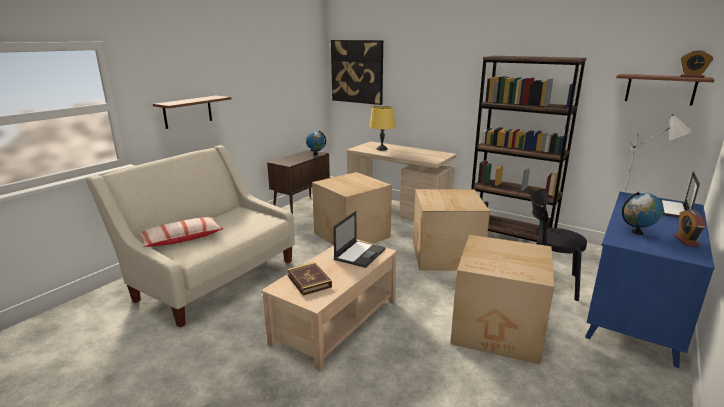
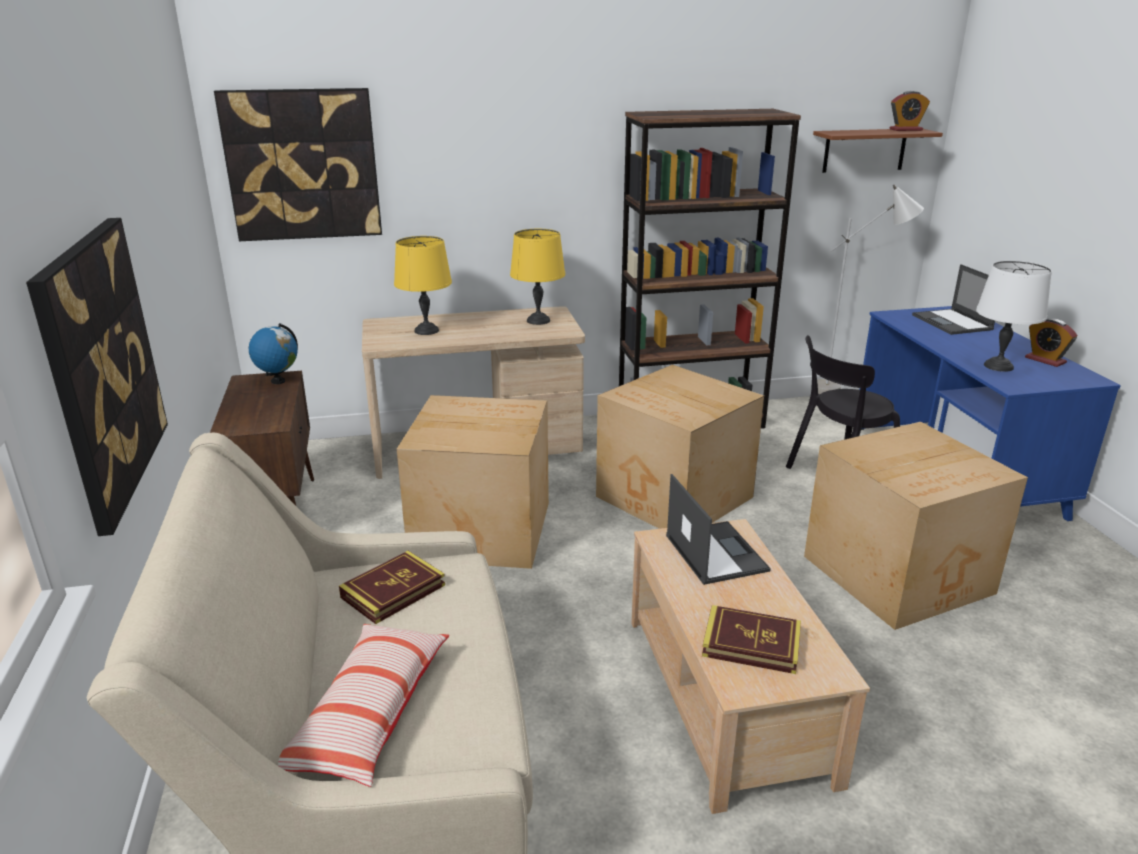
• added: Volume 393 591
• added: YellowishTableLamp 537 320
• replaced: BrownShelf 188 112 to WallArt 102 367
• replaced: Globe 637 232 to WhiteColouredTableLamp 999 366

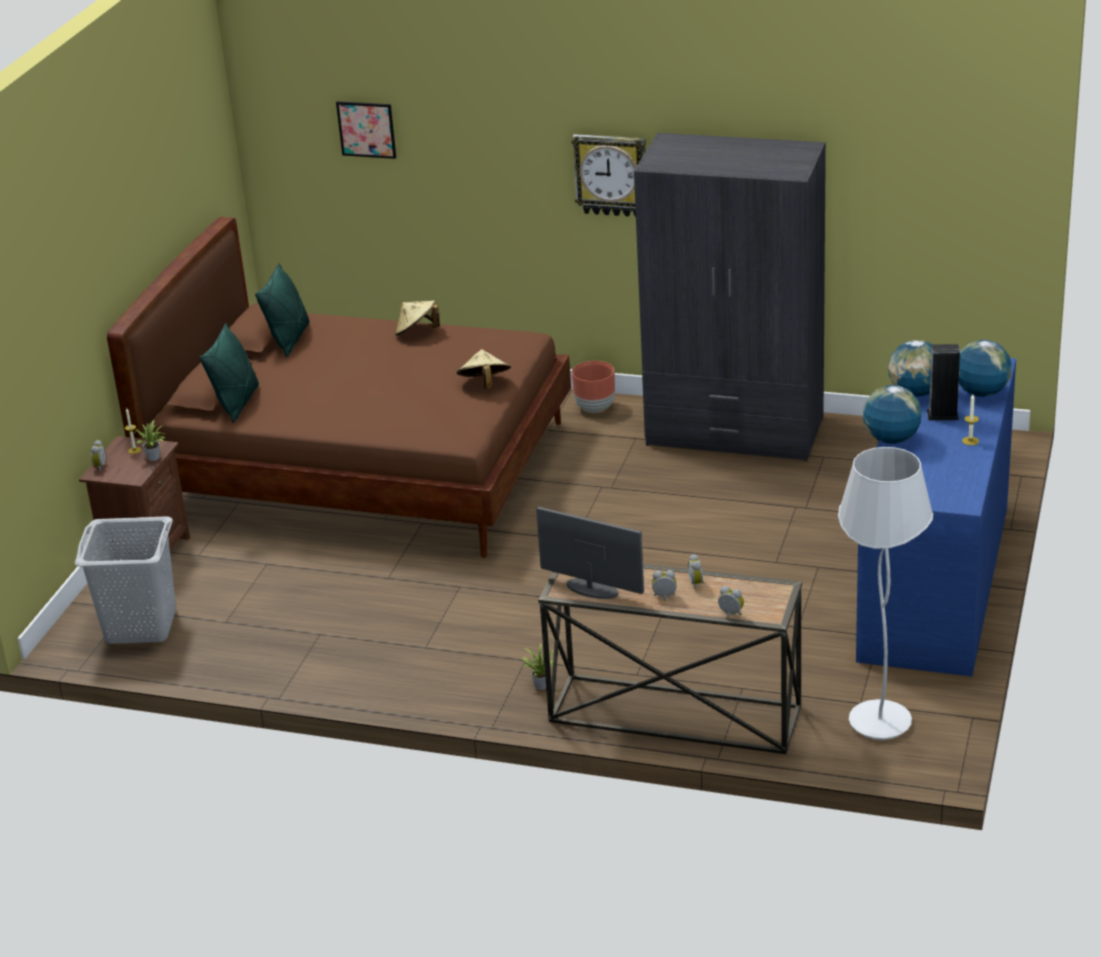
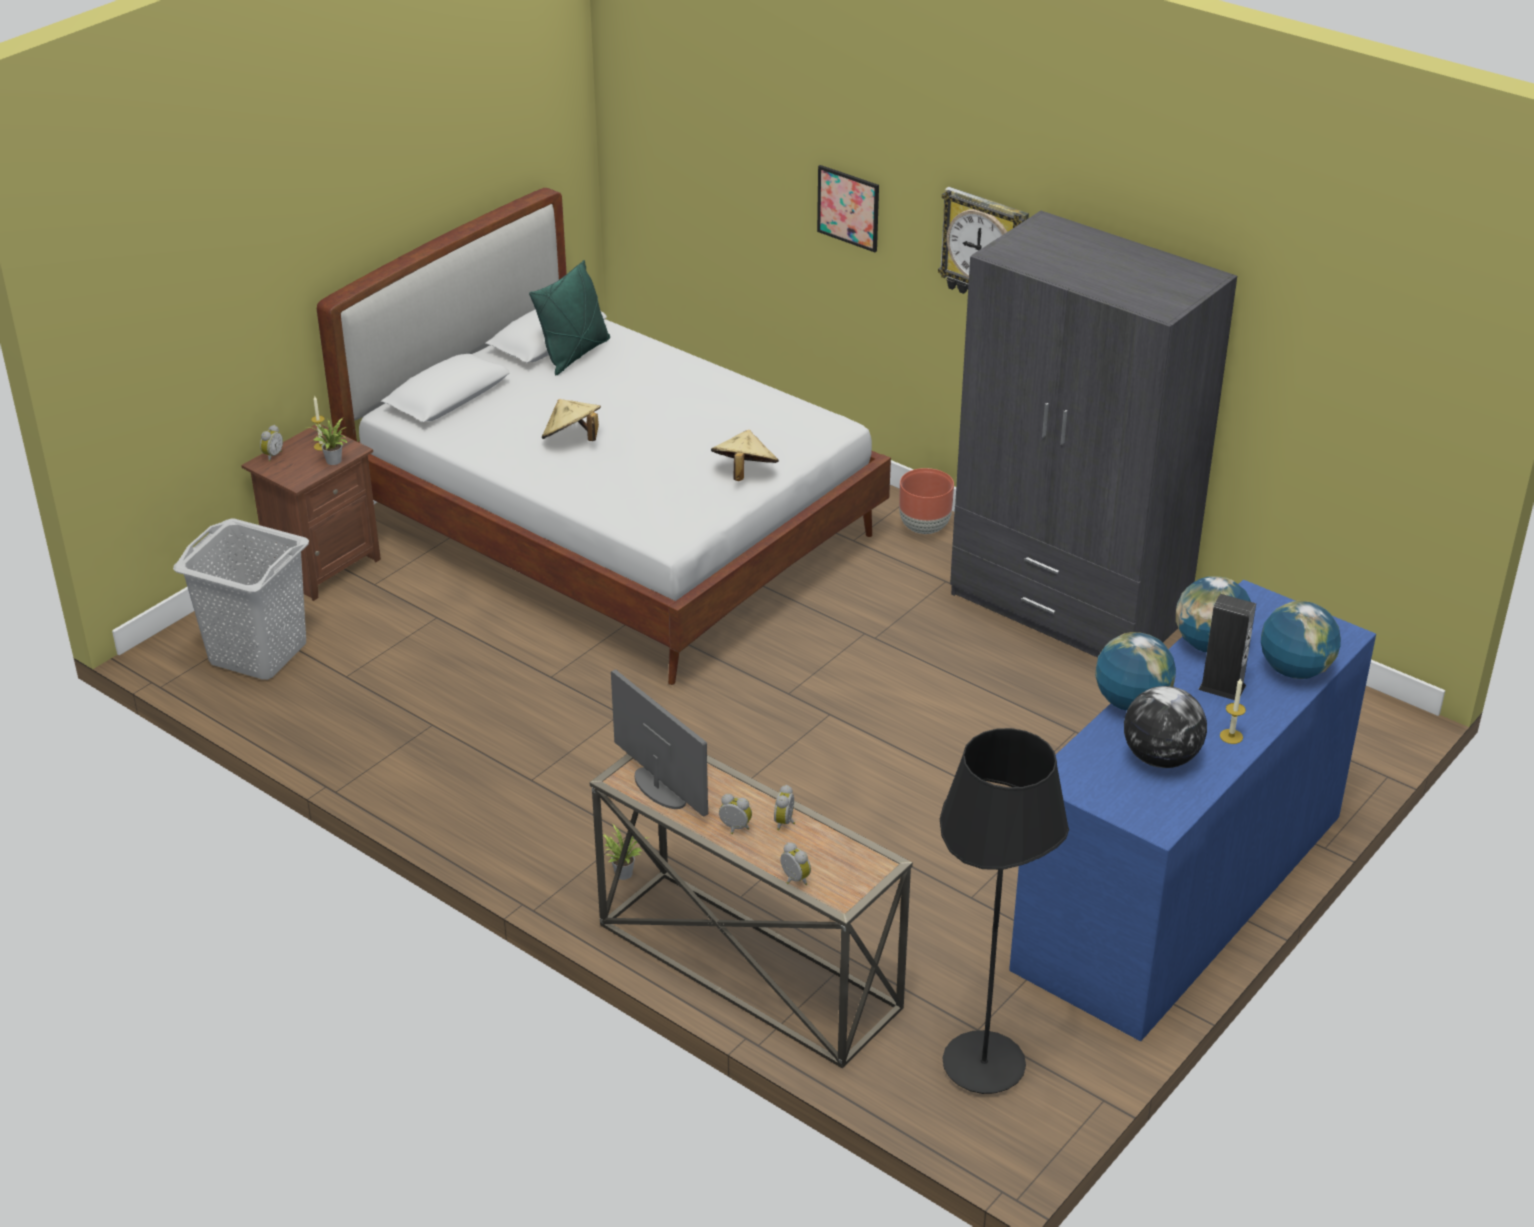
• removed: GreenishPillow 237 403
• added: Globe 1160 758
• moved: WallArt 366 129 to 848 208
• moved: SandColouredWearableHat 417 332 to 572 440
• recoloured: BrownBed 363 470 to WhiteColouredBed 615 531
• recoloured: WhiteColouredFloorLamp 879 723 to BlackFloorLamp 983 1066

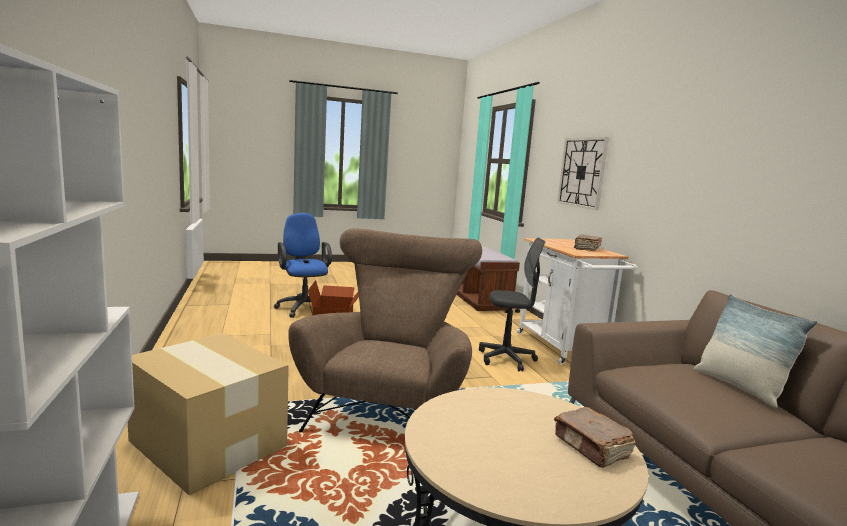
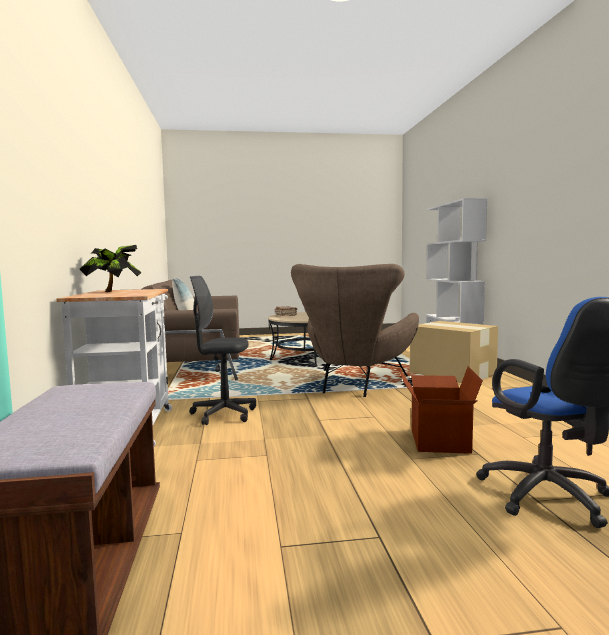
• removed: HangingClock 582 172
• replaced: BrownVolume 586 248 to Houseplant 113 291

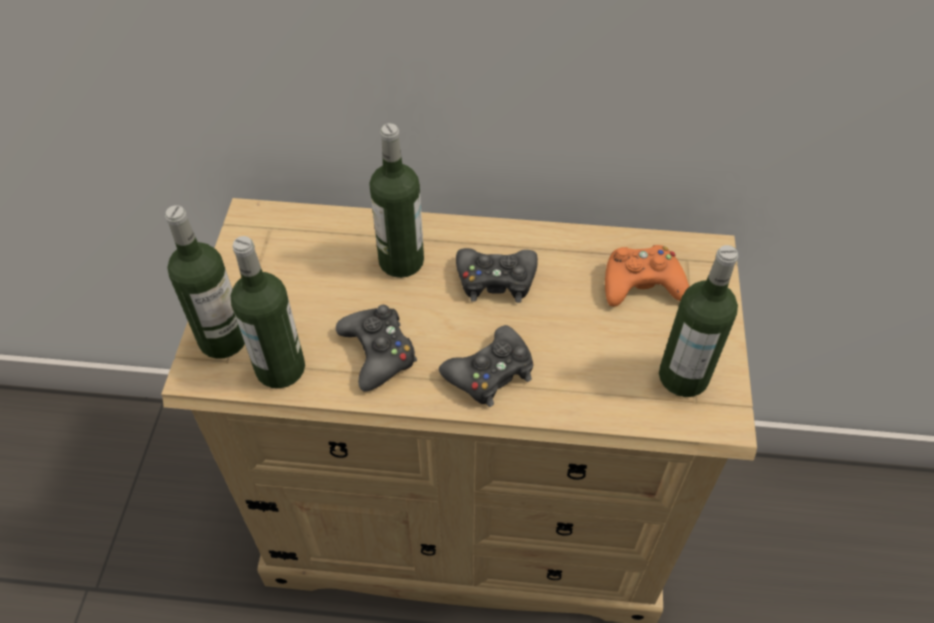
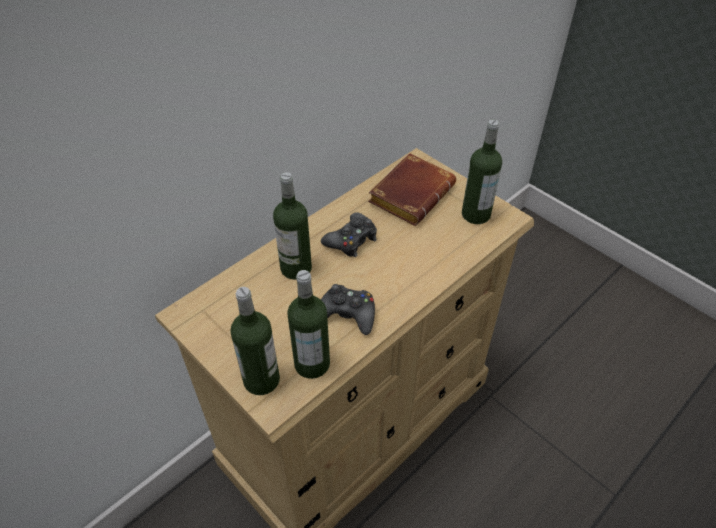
• removed: BlackJoypad 490 373
• replaced: OrangeyJoypad 641 284 to BrownVolume 411 193

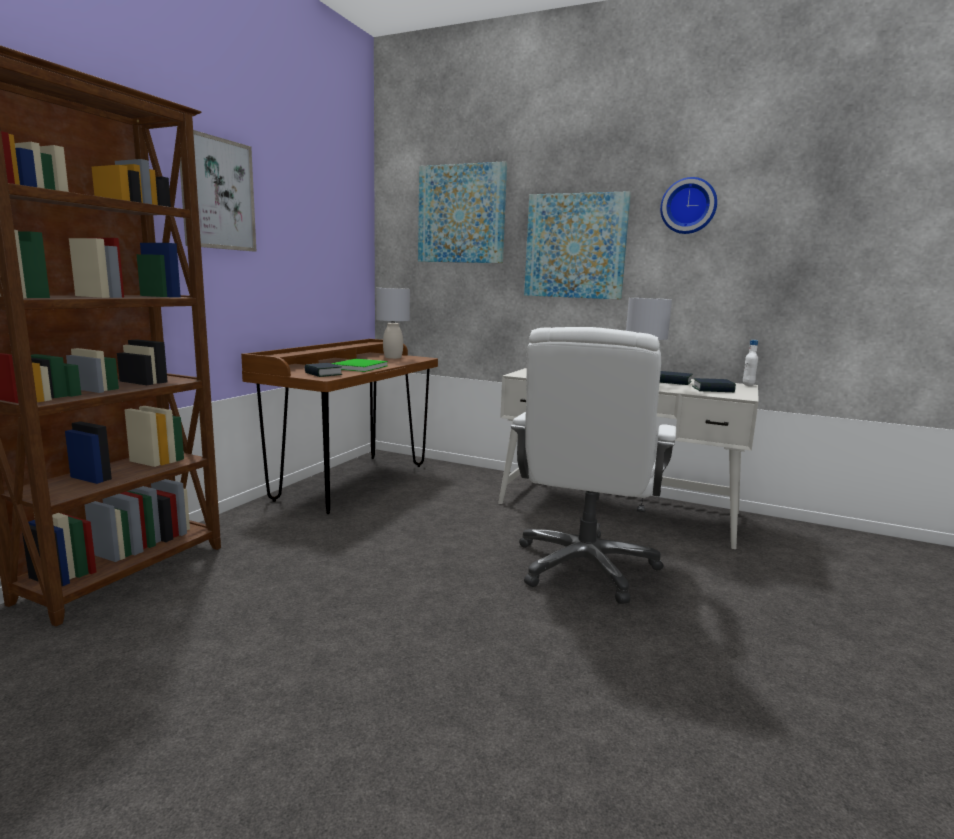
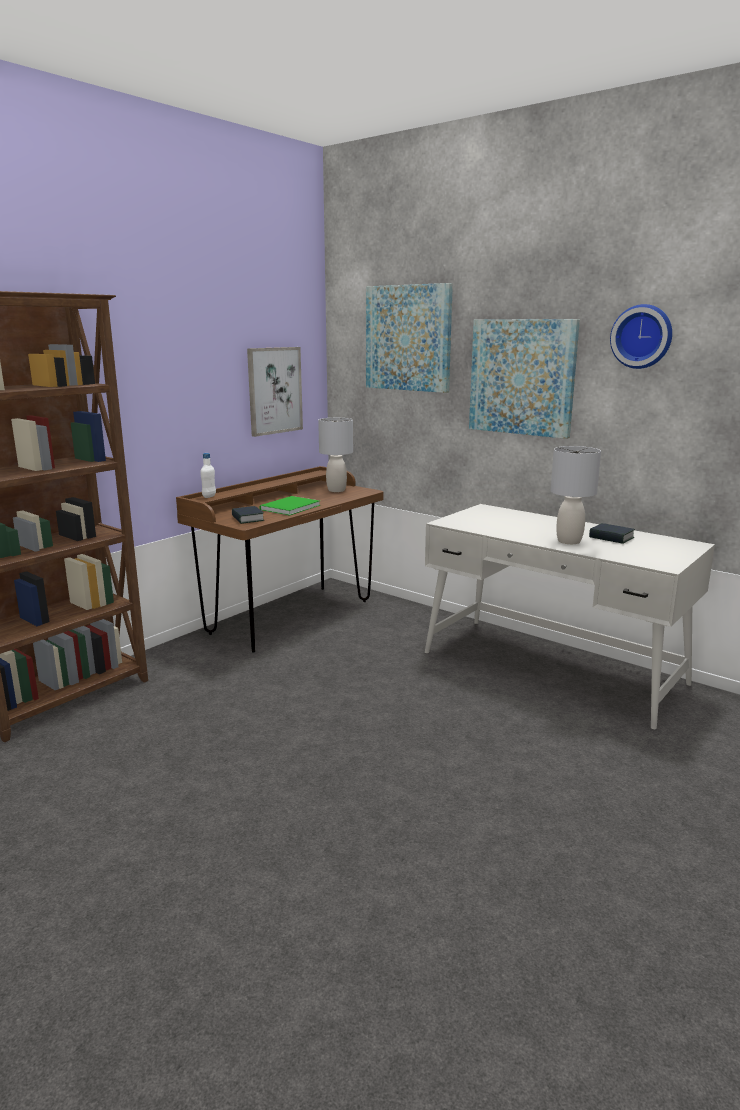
• removed: WhiteColouredComputerChair 585 567
• removed: Volume 713 390
• moved: WallArt 217 194 to 274 390
• moved: WhiteColouredBeverageBottle 748 385 to 209 496

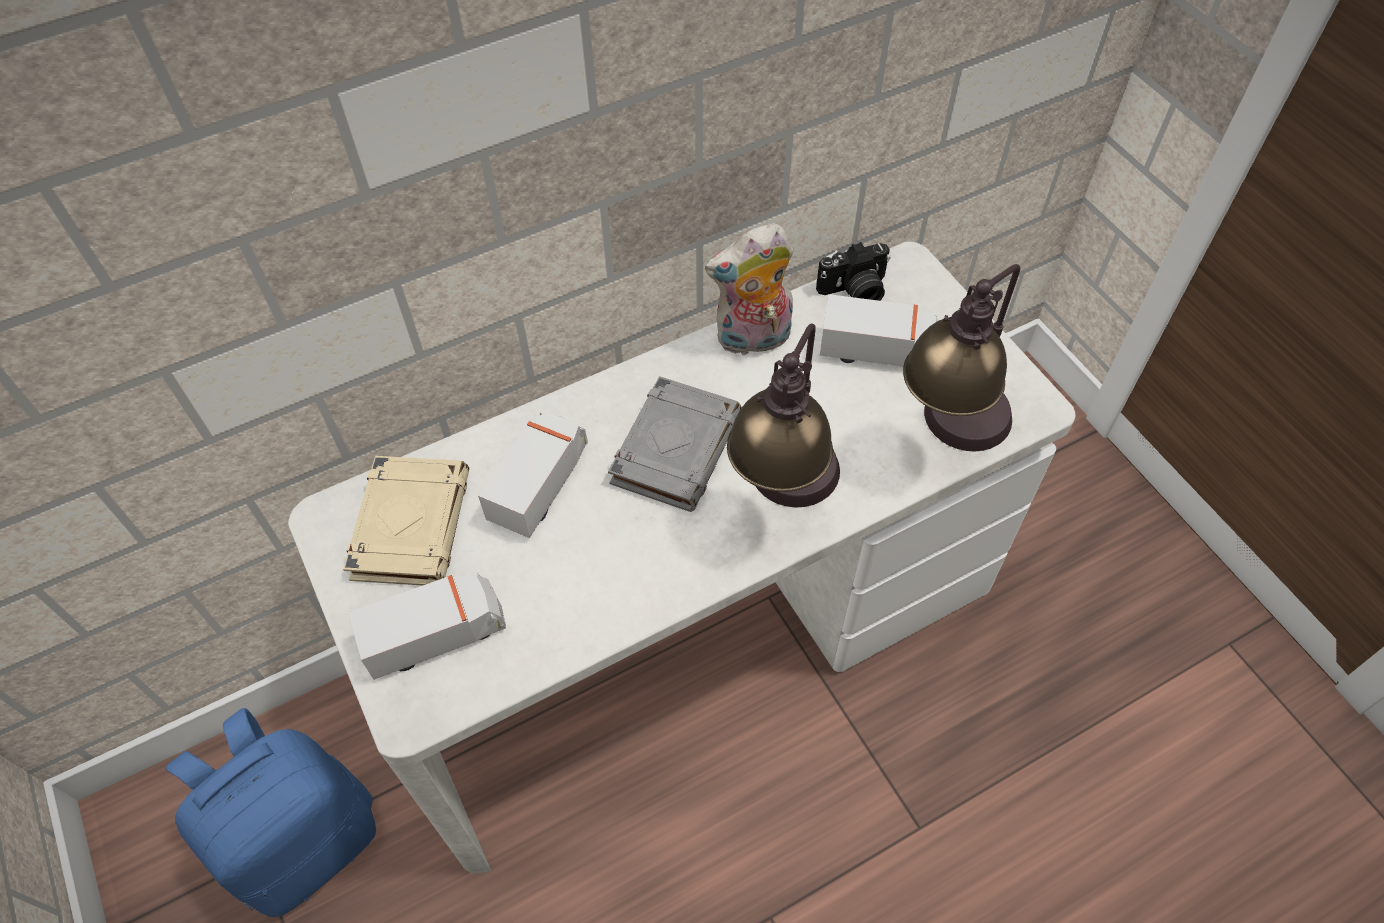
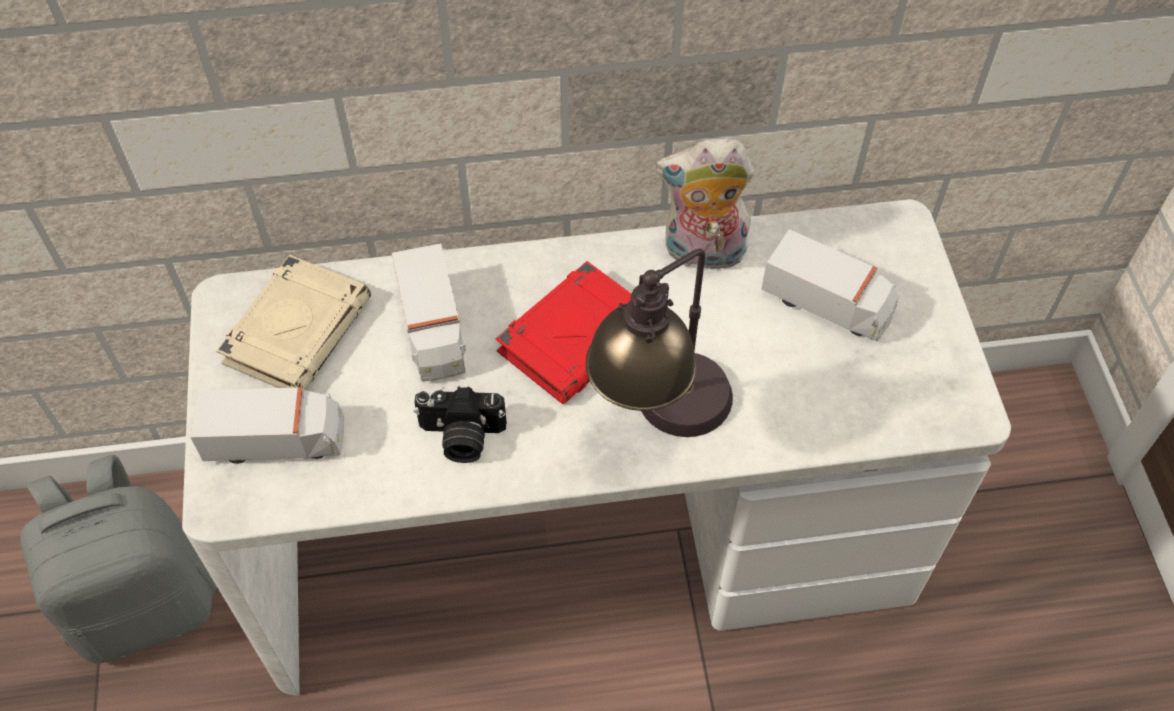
• removed: TableLamp 948 437
• moved: PhotoCamera 855 291 to 461 437
• recoloured: BlueColouredBackpack 305 839 to GreyishBackpack 146 603
• recoloured: GreyishVolume 676 448 to RedVolume 576 337
• turned: ToyLorry 541 483 = 433 330 120 degrees clockwise

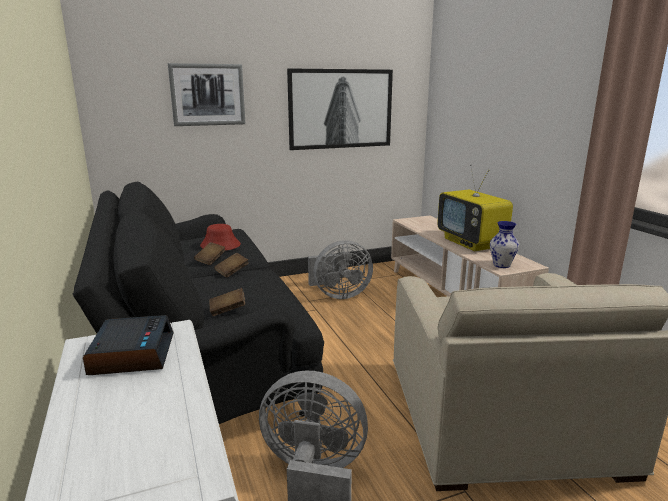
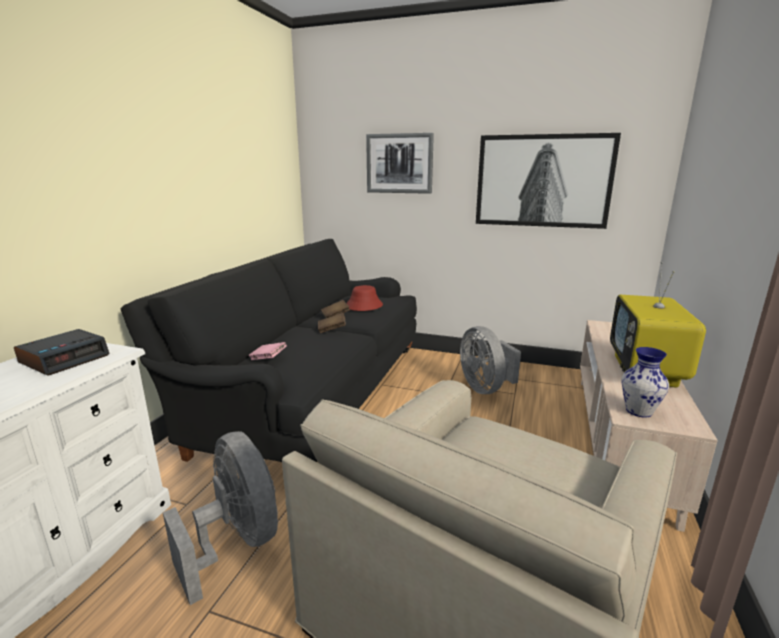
• recoloured: BrownVolume 227 310 to PinkishVolume 268 359
• turned: GreyishElectricFan 339 295 = 485 388 45 degrees clockwise

